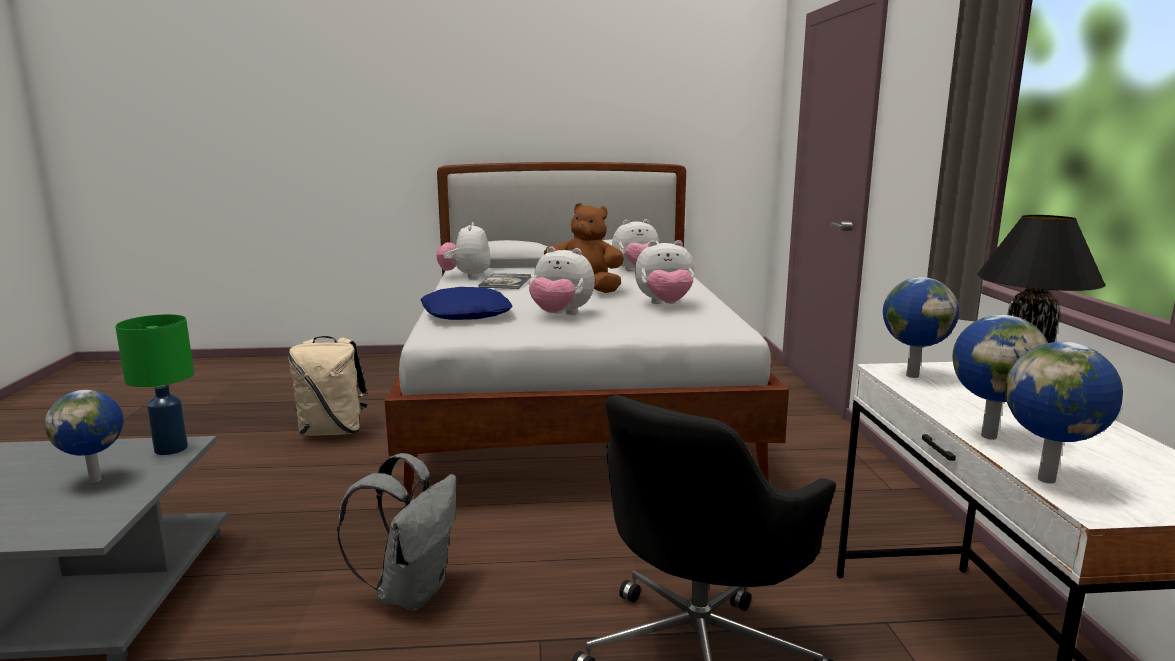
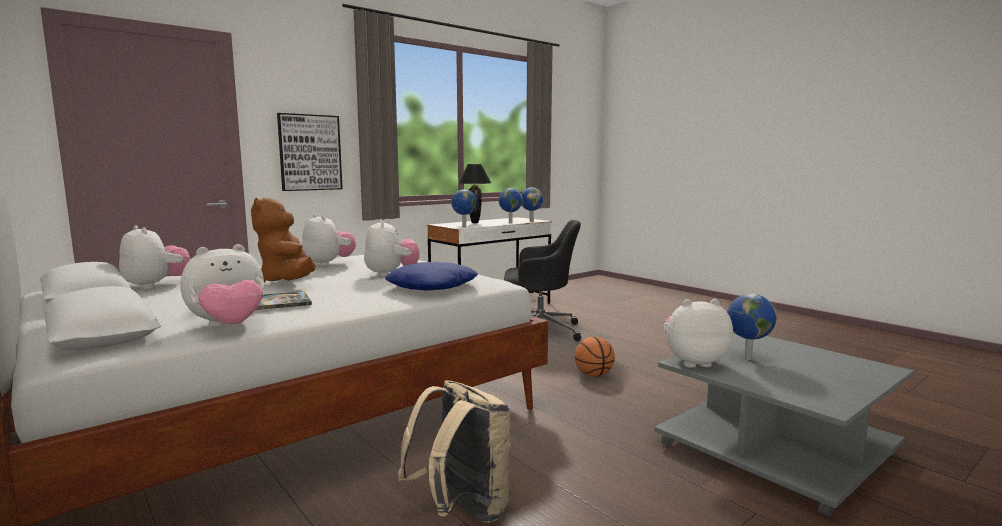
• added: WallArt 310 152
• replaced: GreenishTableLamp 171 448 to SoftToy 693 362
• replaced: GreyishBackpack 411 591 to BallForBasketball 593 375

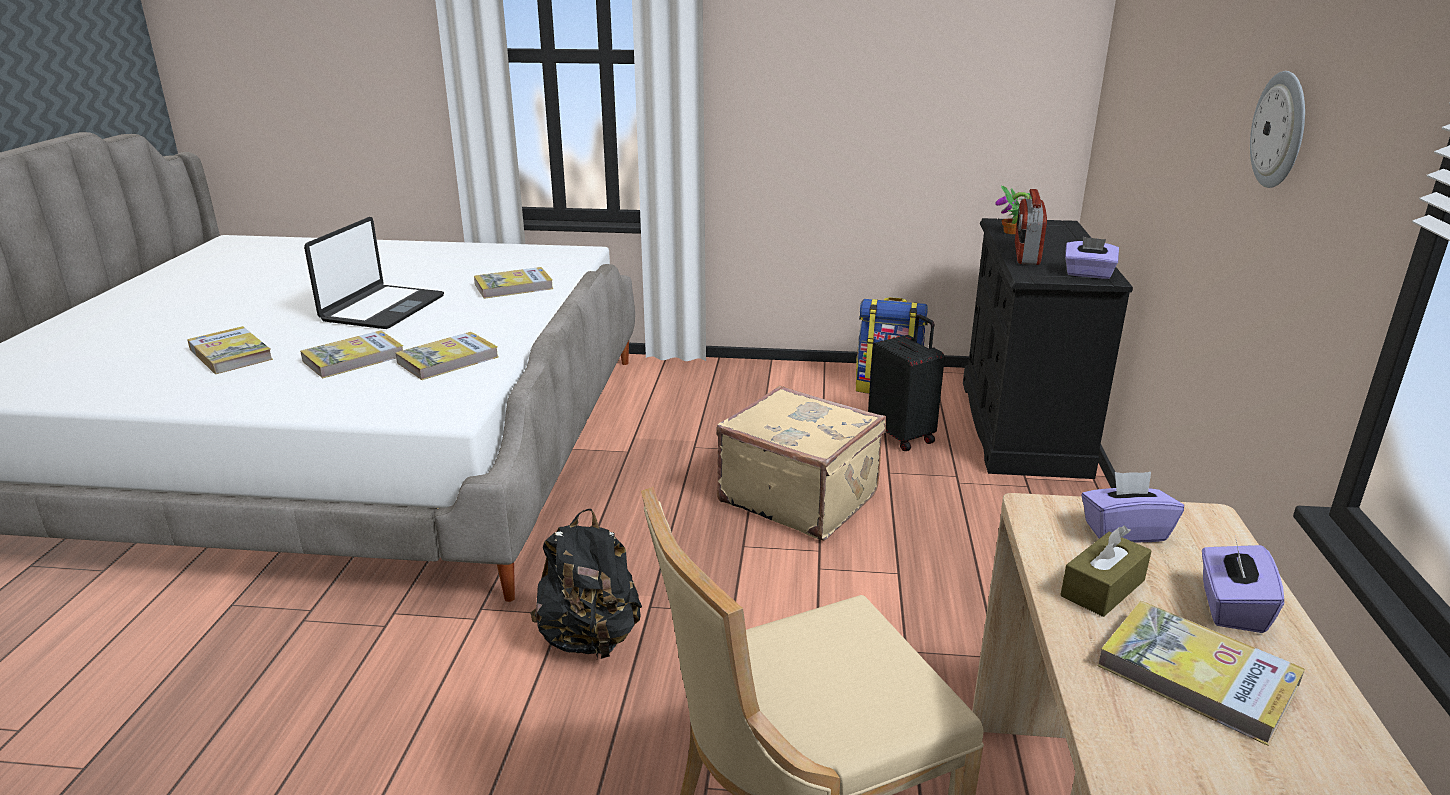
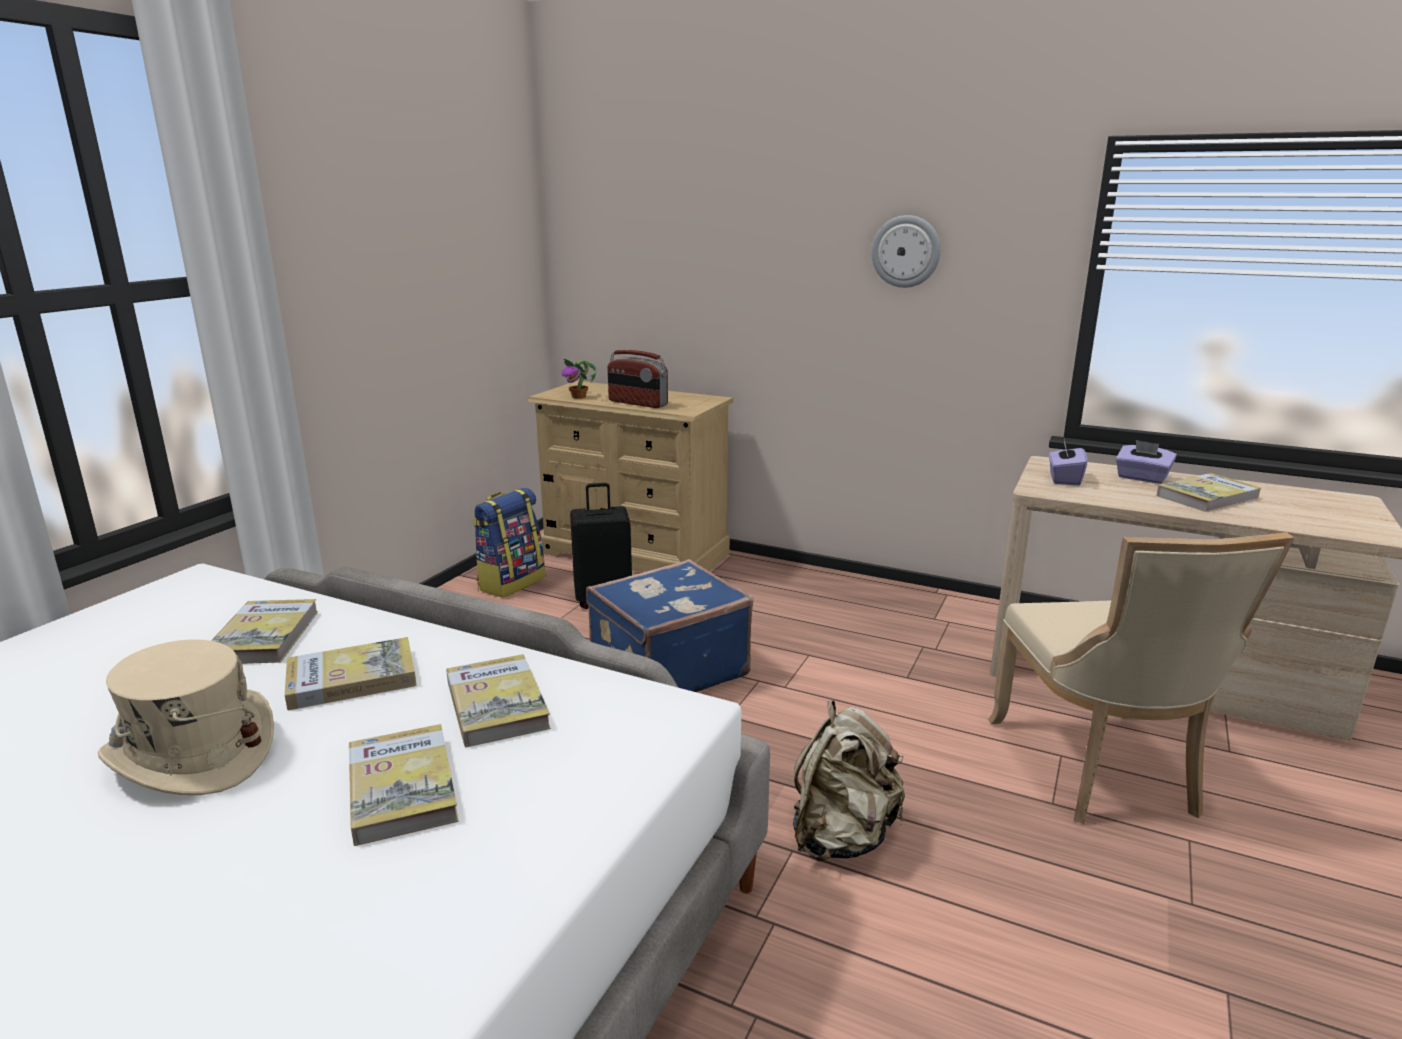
• removed: BrownBoxOfTissues 1102 588
• removed: PurplishBoxOfTissues 1088 274
• moved: Volume 230 354 to 352 678
• replaced: Laptop 382 309 to SandColouredWearableHat 192 754
• recoloured: BlackBackpack 590 639 to SandColouredBackpack 842 836
• recoloured: SandColouredTravelCase 799 497 to BlueColouredTravelCase 667 669
• recoloured: BlackDresser 1021 426 to SandColouredDresser 635 553

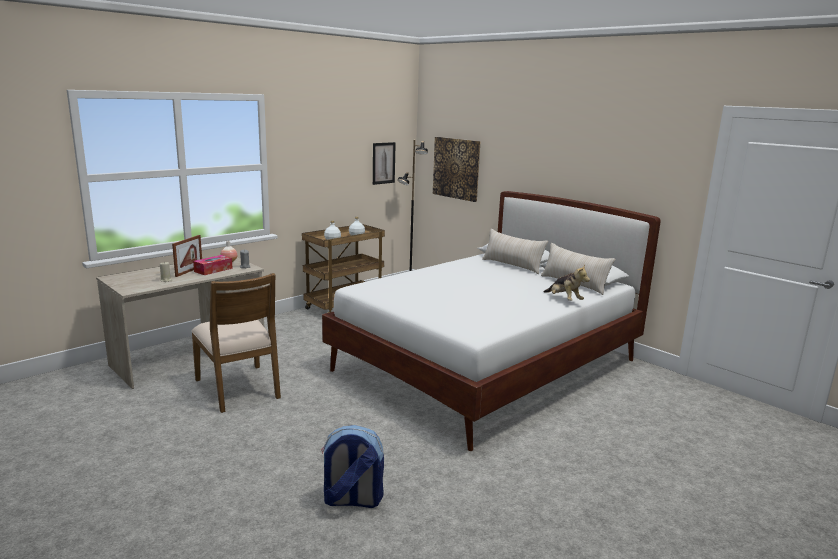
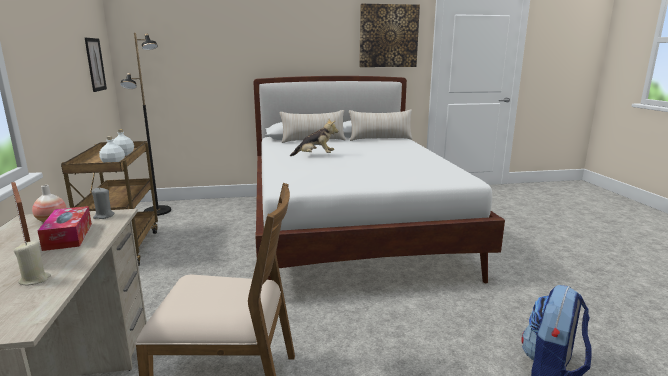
• moved: WallArt 456 168 to 388 36
• moved: SoftToy 564 300 to 315 156

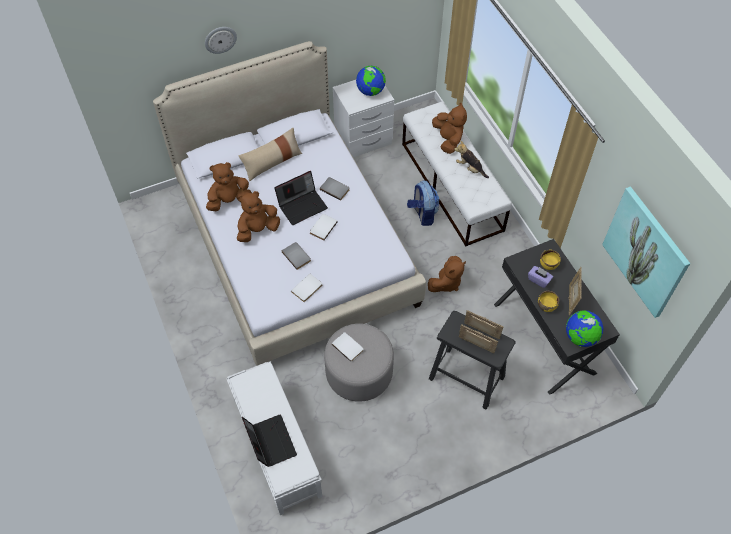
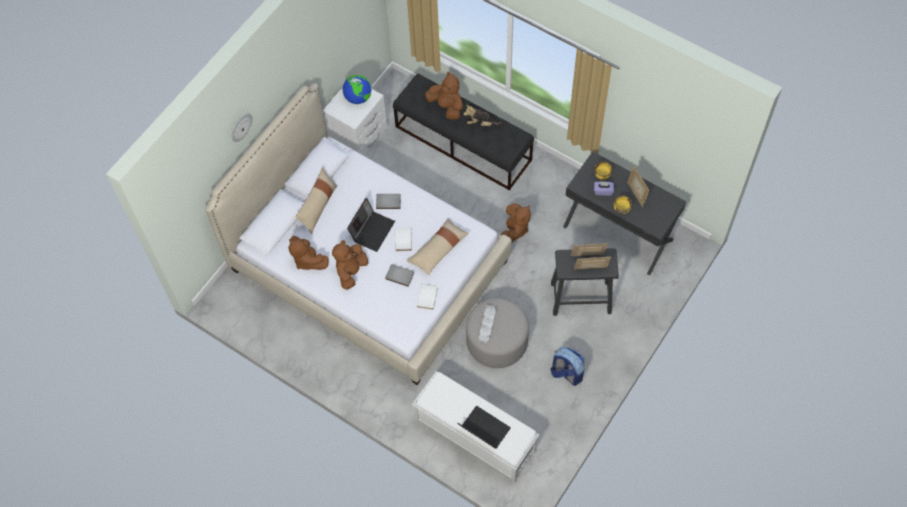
• removed: Globe 580 337
• removed: WallArt 646 252
• added: SandColouredPillow 438 250
• moved: Backpack 422 214 to 566 373
• replaced: WhiteColouredVolume 348 346 to GreyishTray 487 325
• recoloured: WhiteColouredIndoorBench 452 186 to BlackIndoorBench 463 143
• turned: BrownSoftToy 229 201 = 307 260 75 degrees counterclockwise

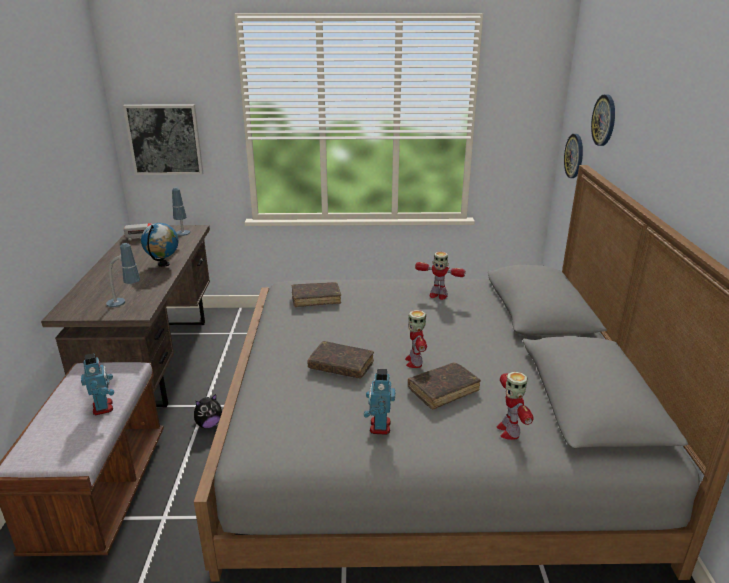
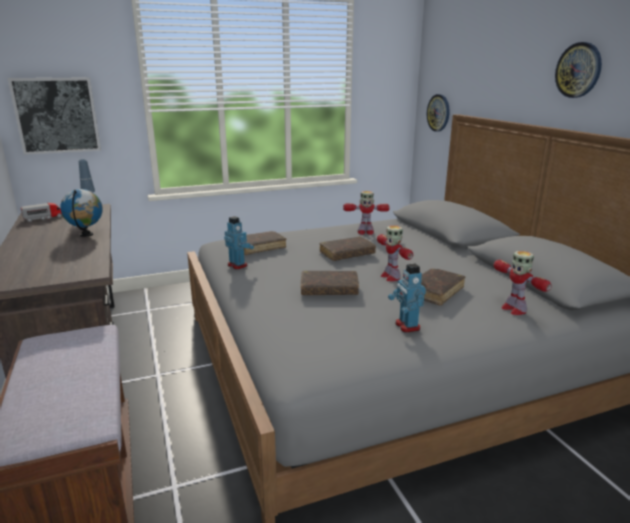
• removed: TableLamp 126 305
• removed: SoftToy 209 424
• added: BrownVolume 347 254
• moved: RobotFigure 103 407 to 238 265
• moved: HangingClock 604 120 to 578 70

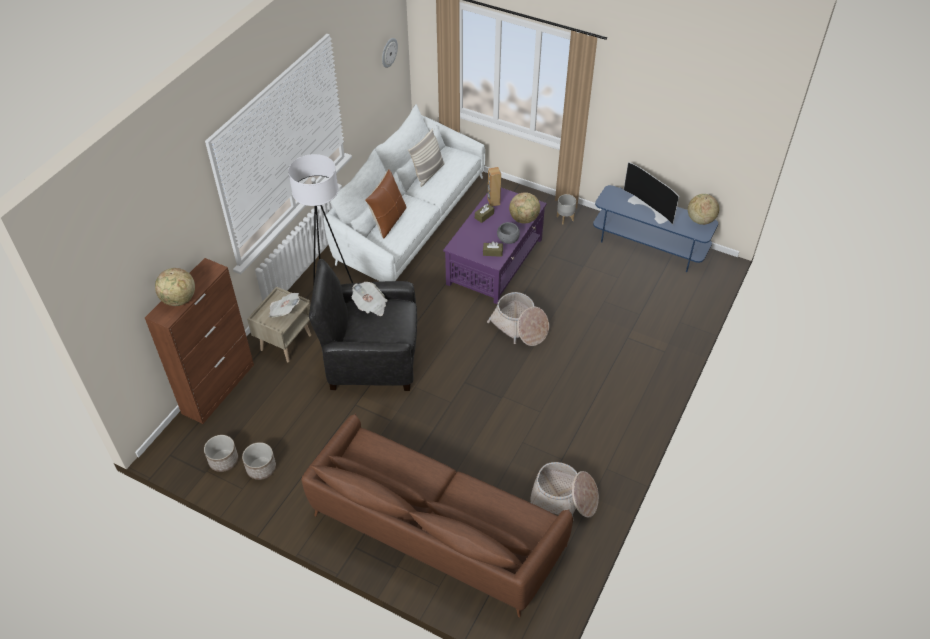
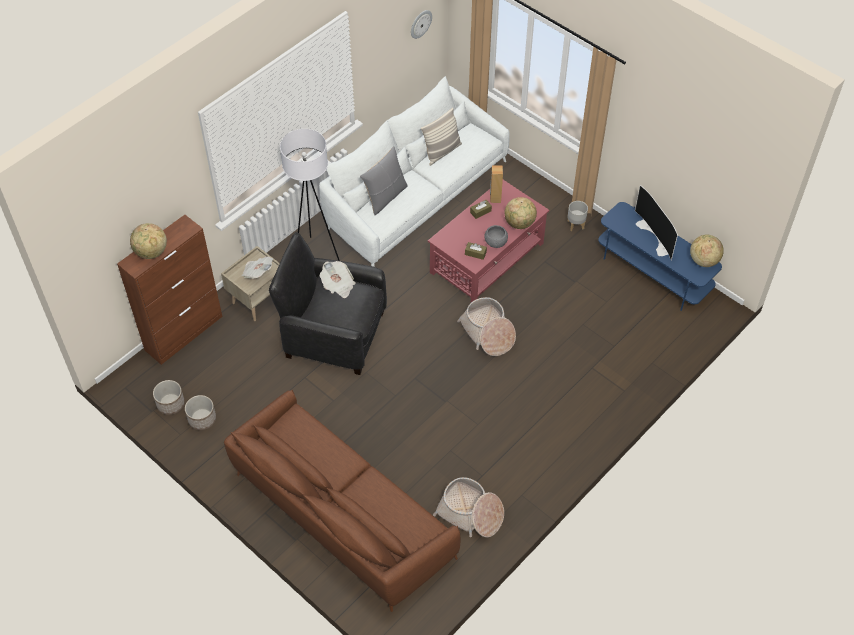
• recoloured: BrownPillow 388 221 to GreyishPillow 385 197
• recoloured: PurplishCoffeeTable 495 261 to RedCoffeeTable 487 257

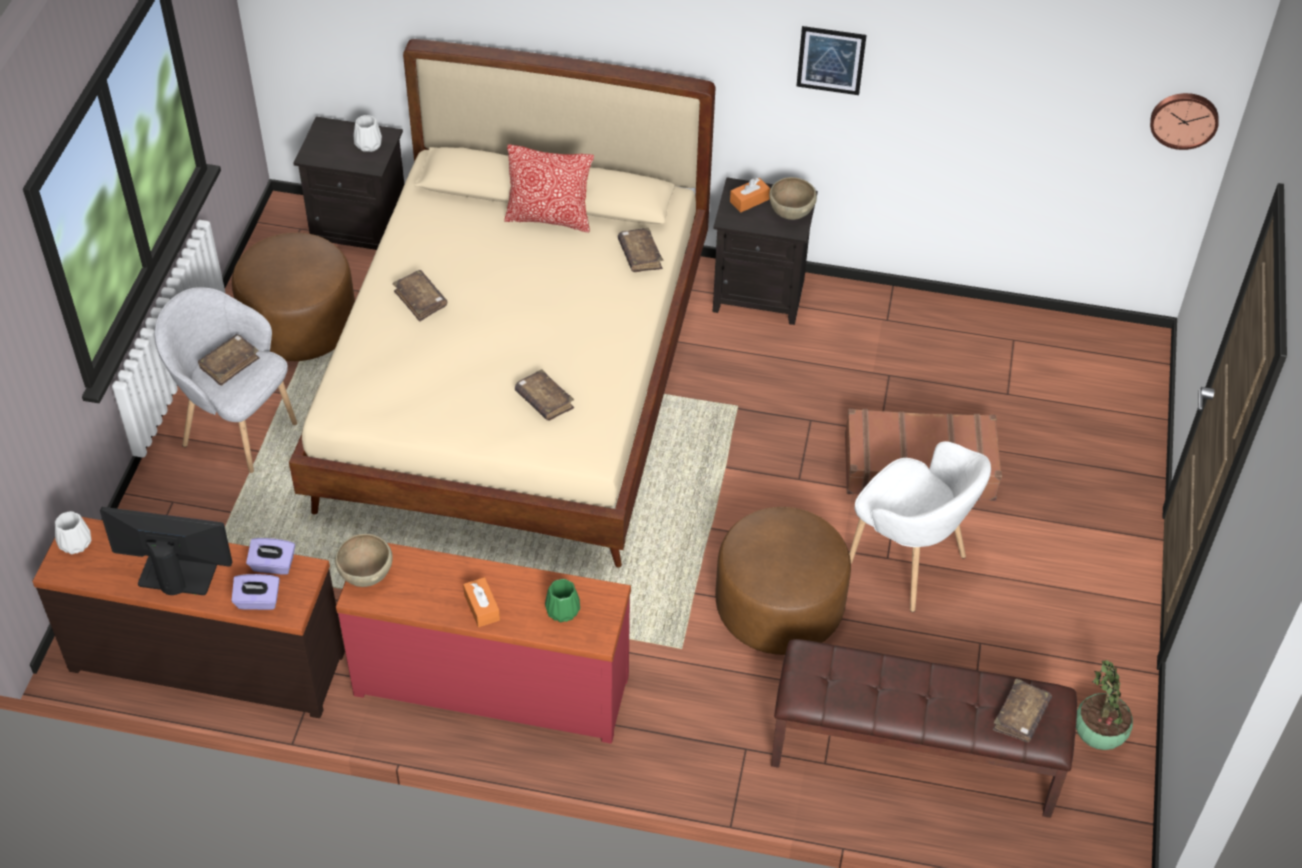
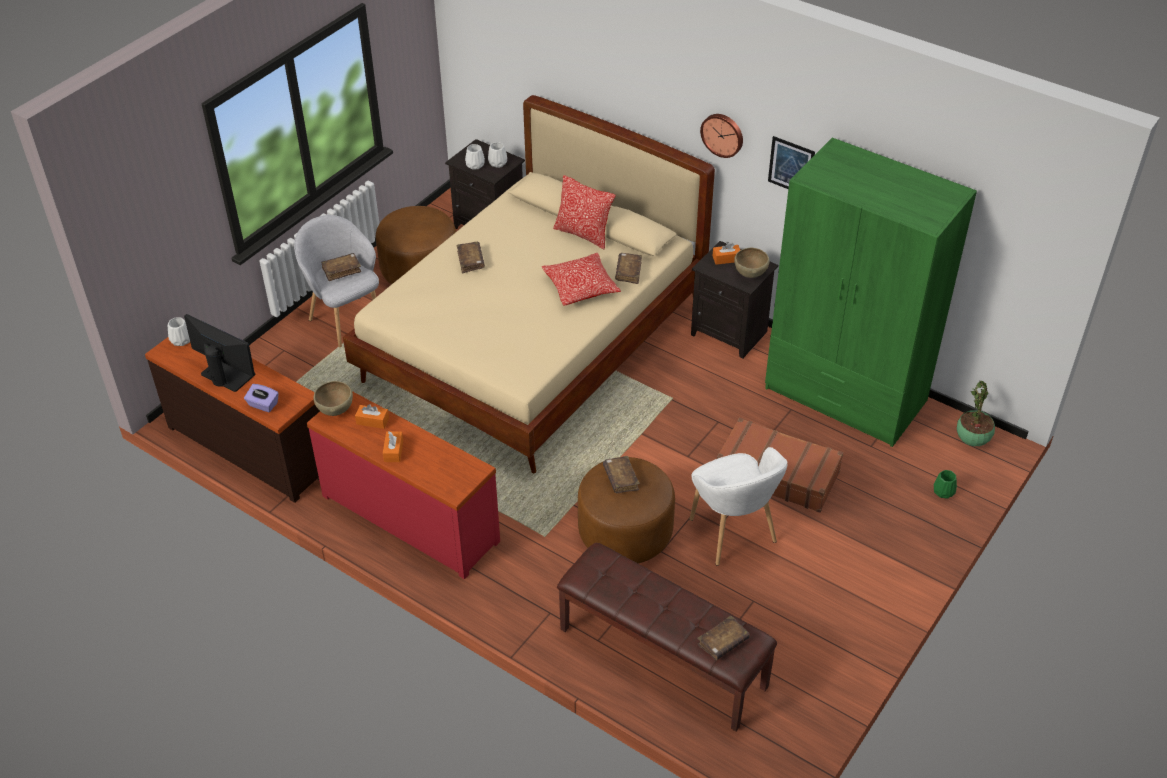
• removed: PurplishBoxOfTissues 273 565
• added: OrangeyBoxOfTissues 372 421
• added: WhiteColouredVase 474 165
• added: Pillow 581 287
• added: GreenishArmoire 845 395
• moved: BrownVolume 544 401 to 621 479
• moved: GreenishVase 563 610 to 944 491
• moved: Houseplant 1098 737 to 972 441
• moved: HangingClock 1184 119 to 723 134

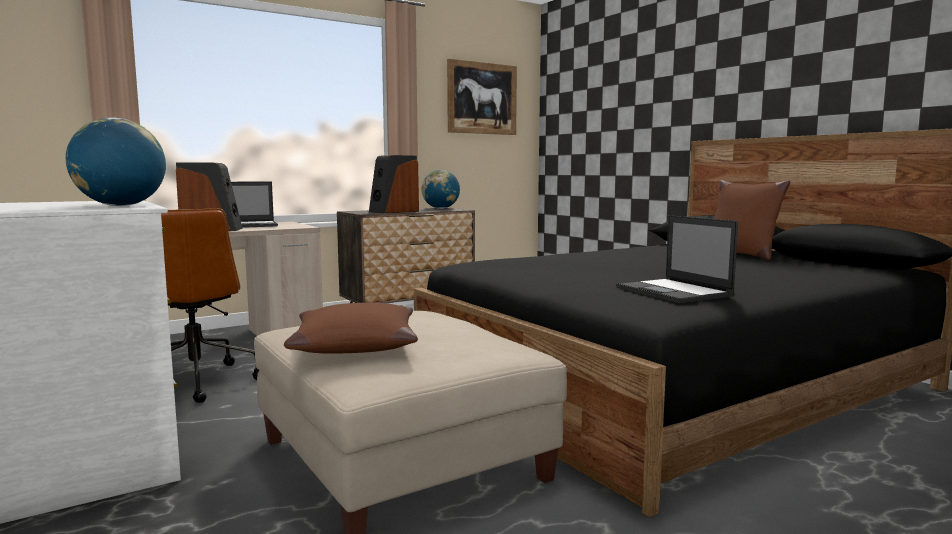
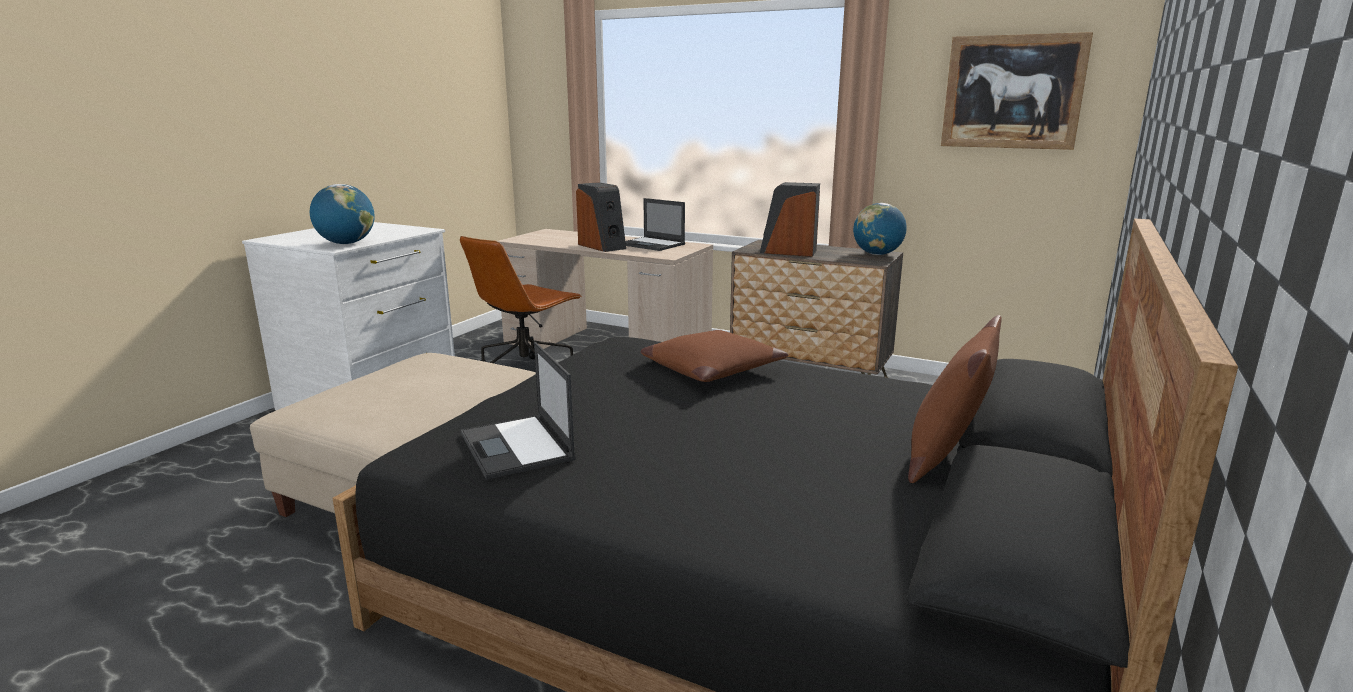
• moved: BrownPillow 354 345 to 711 369
• turned: Laptop 674 292 = 517 447 60 degrees counterclockwise

